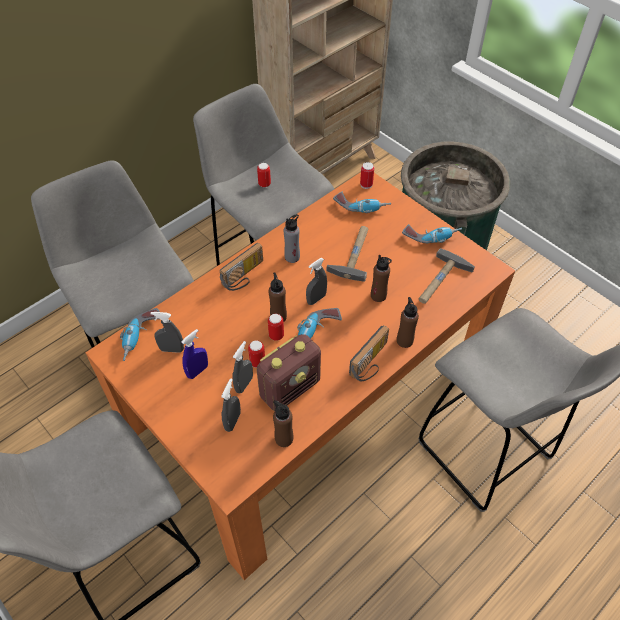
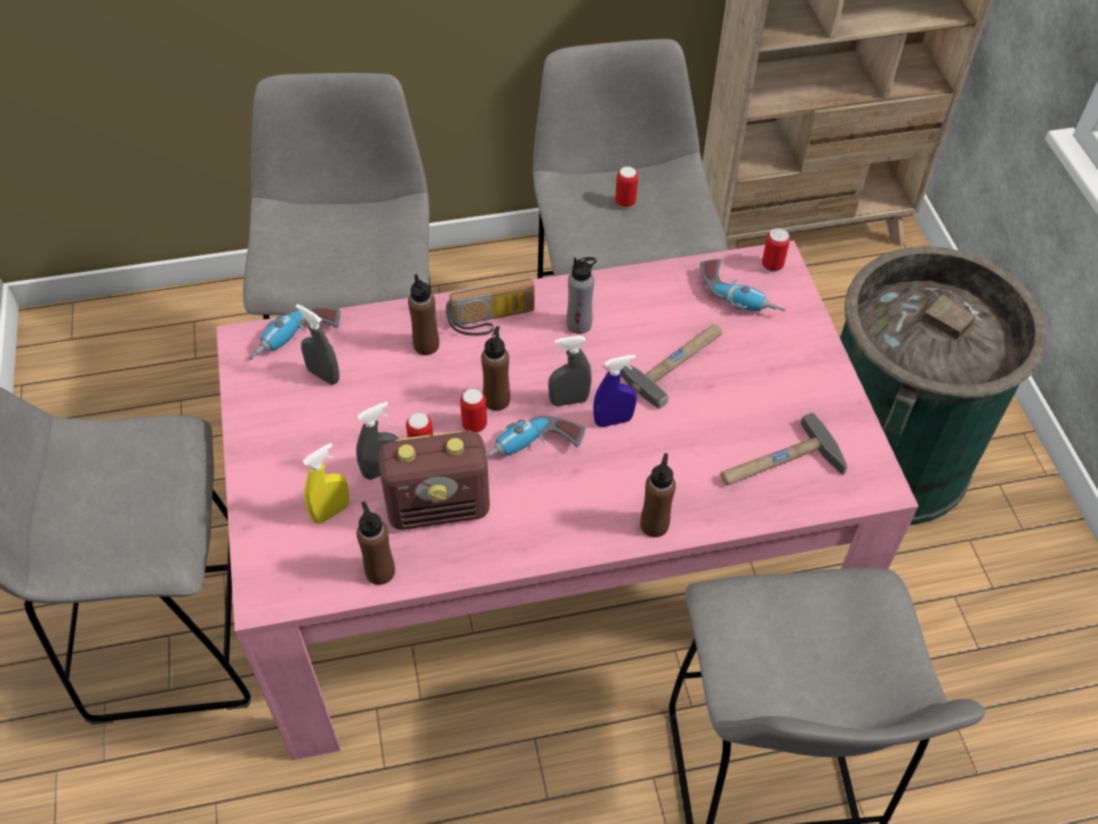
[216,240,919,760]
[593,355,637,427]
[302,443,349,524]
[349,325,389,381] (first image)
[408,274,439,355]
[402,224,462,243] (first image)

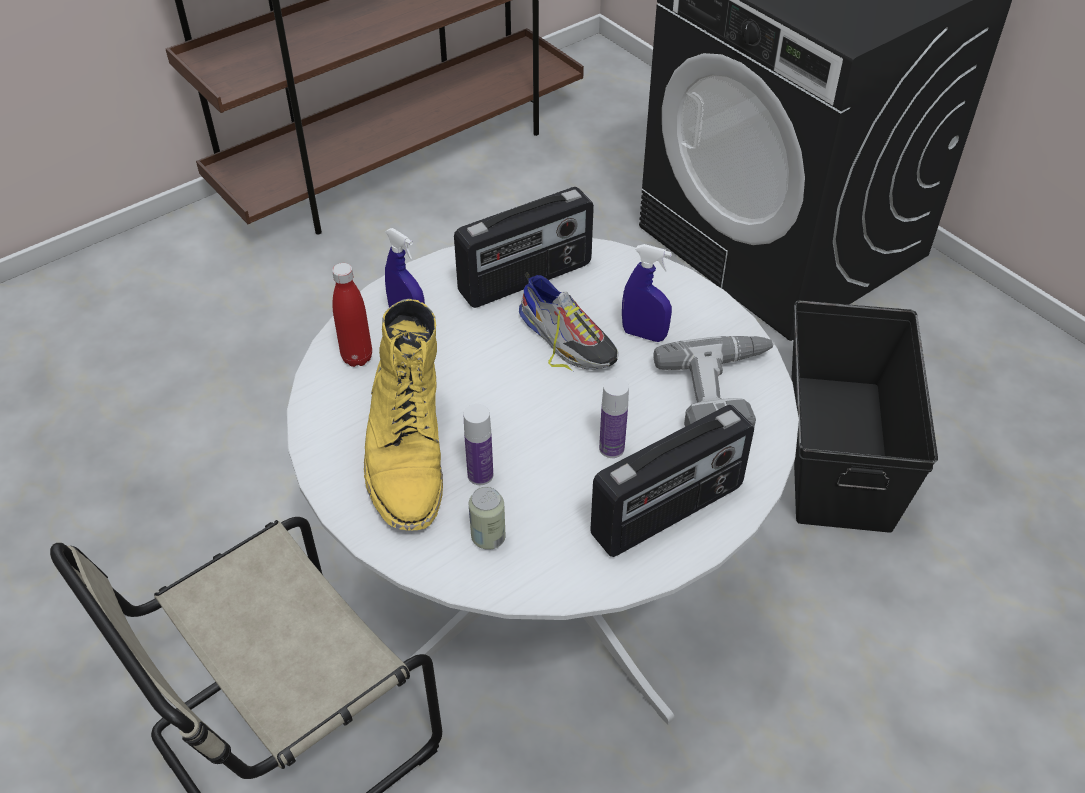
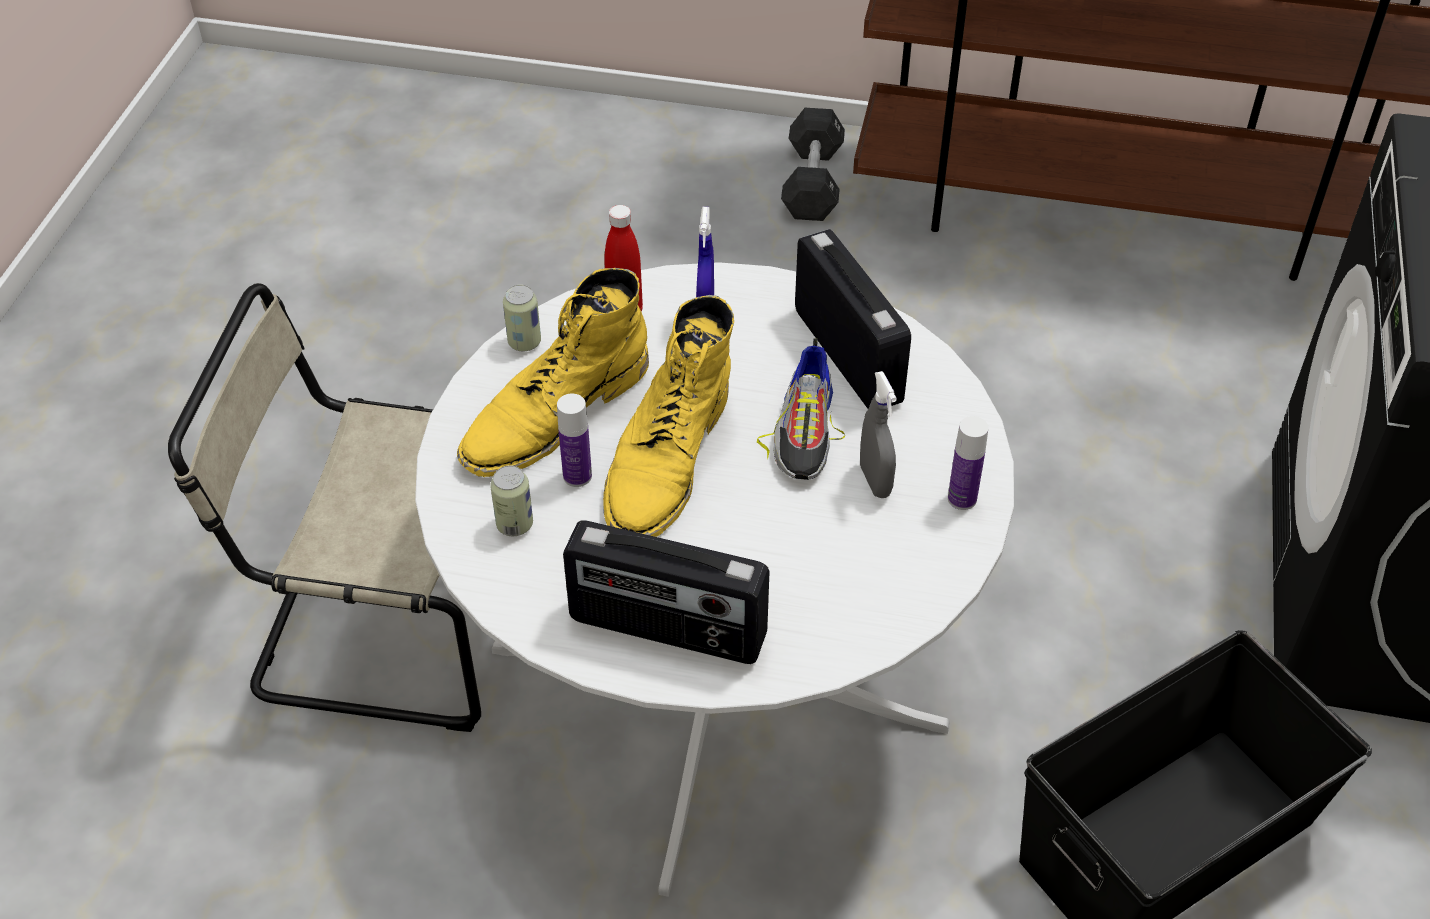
[795,229,911,409]
[948,416,989,510]
[860,371,897,498]
[653,336,775,427] (first image)
[503,285,541,351]
[603,295,734,537]
[781,108,845,221]

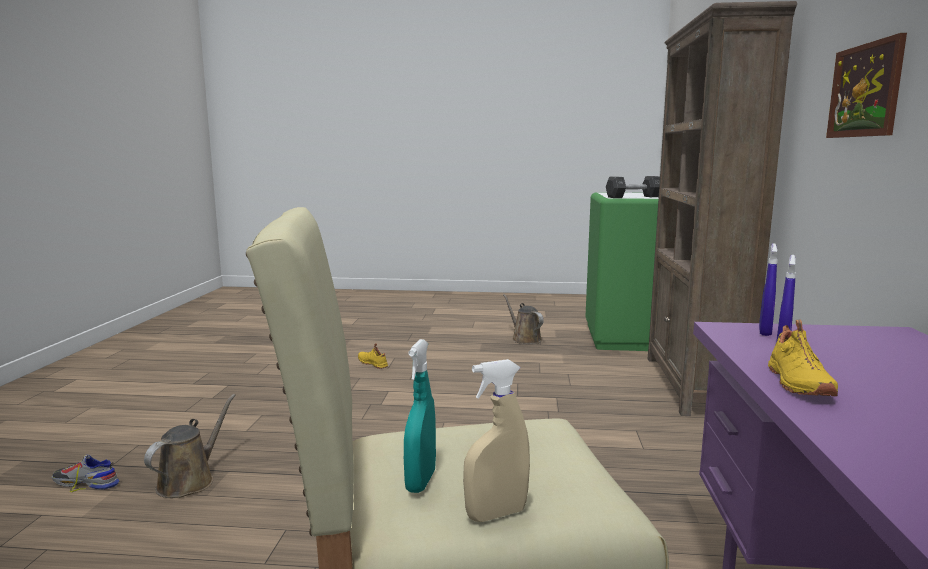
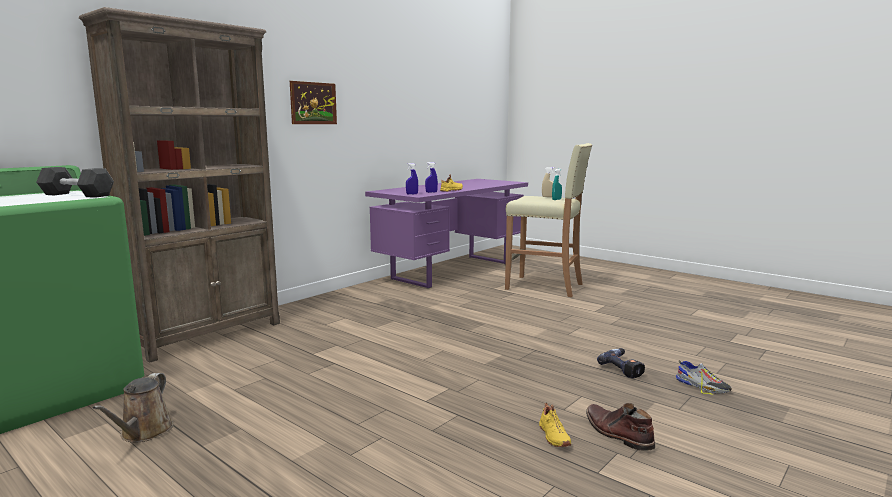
[597,348,645,379]
[539,403,571,447]
[586,403,655,451]

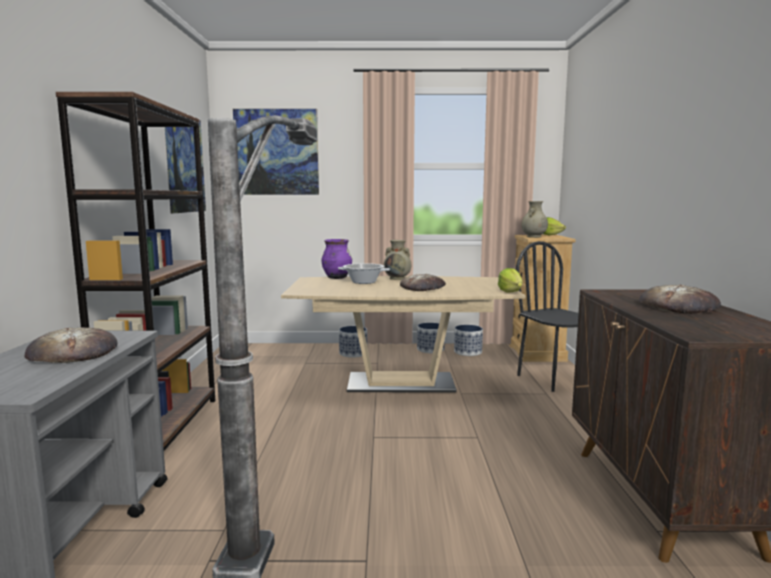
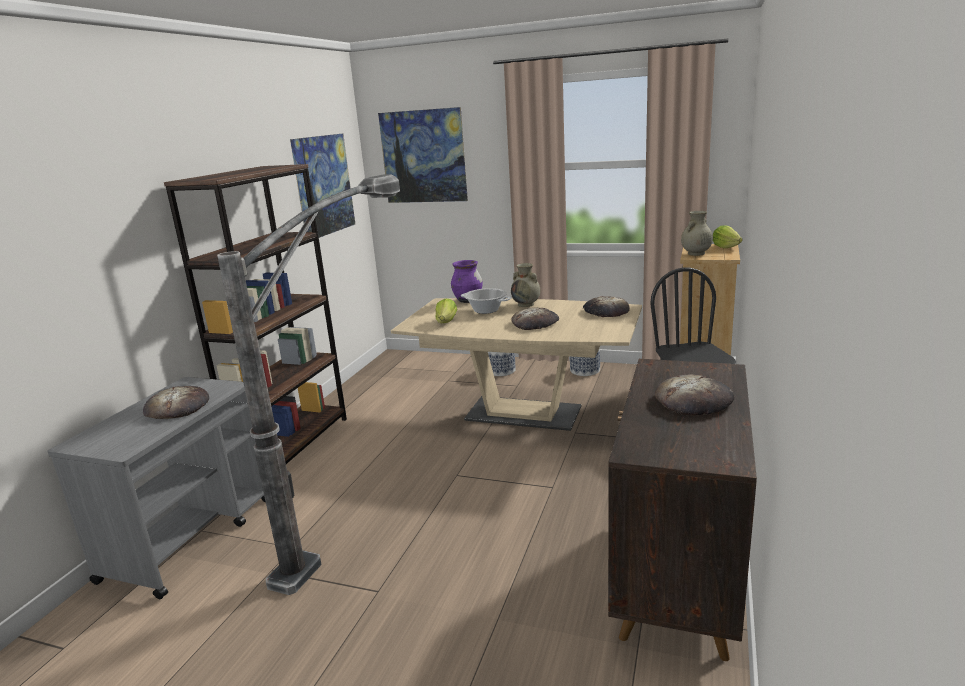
[454,325,483,356] (first image)
[436,299,457,323]
[583,296,630,317]

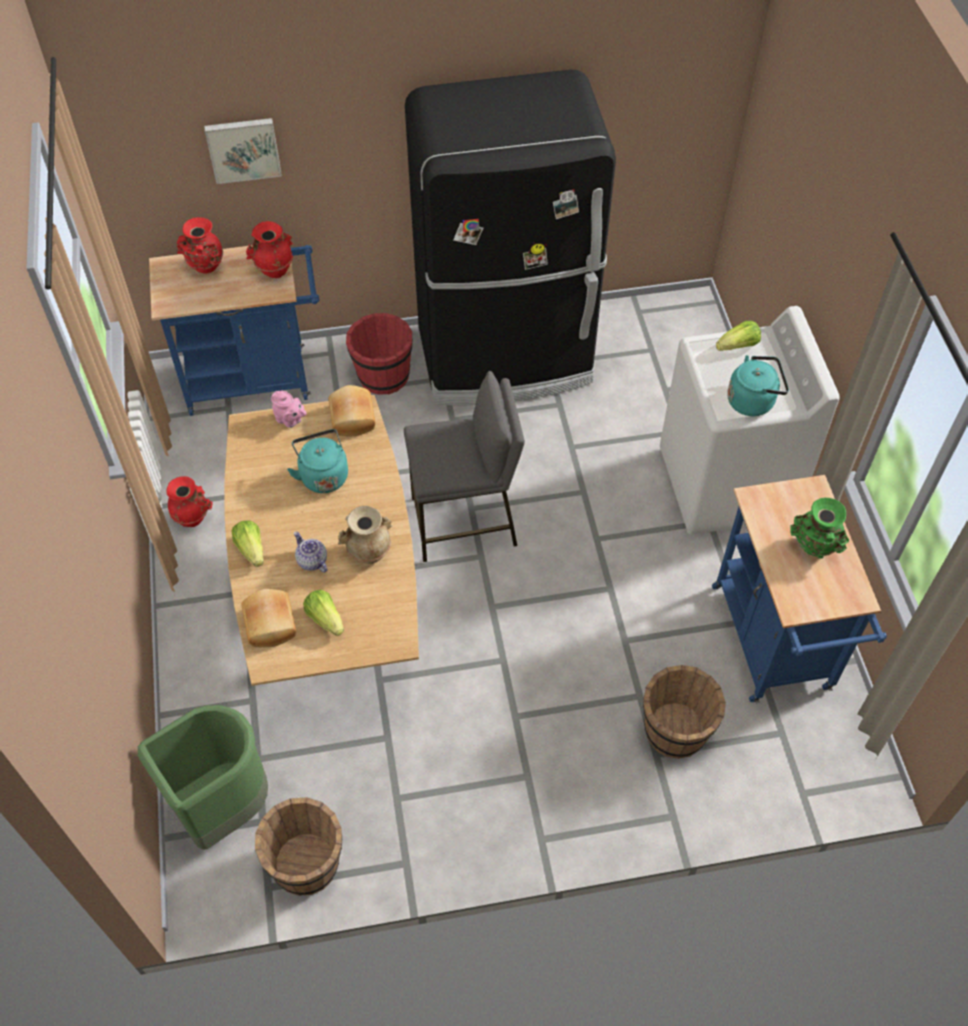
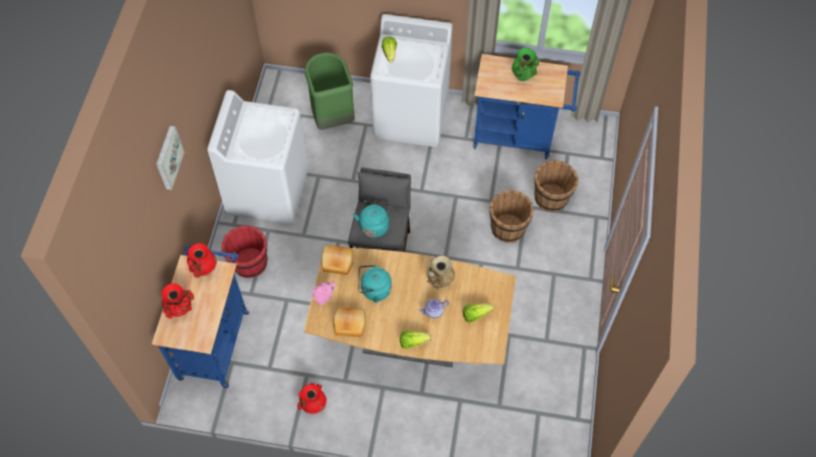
[305,52,355,130]
[156,126,184,190]
[334,307,366,337]
[489,190,534,243]
[207,90,309,224]
[353,200,391,238]

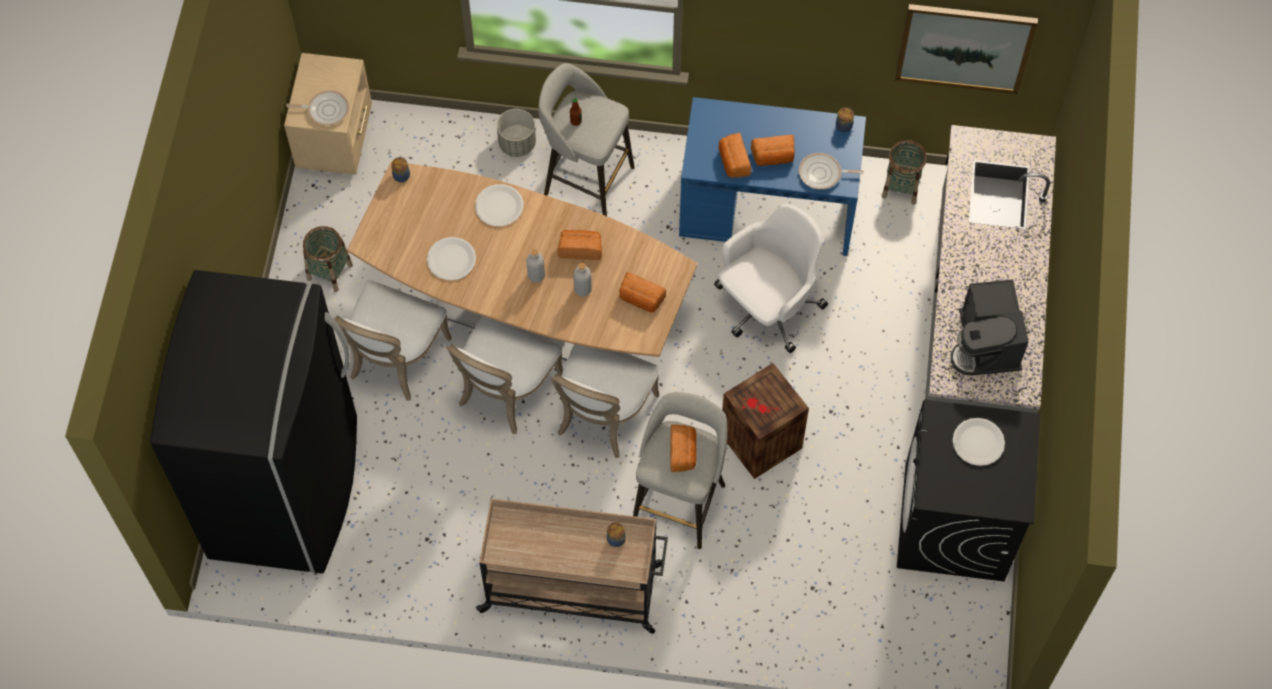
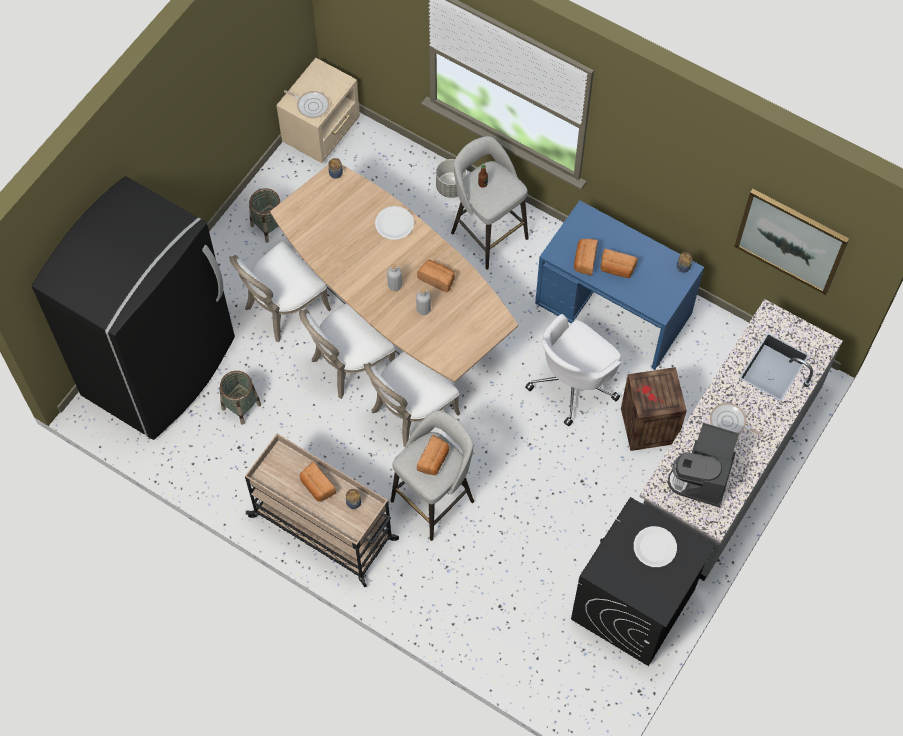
[427,237,476,281] (first image)
[300,462,336,502]
[525,314,621,427]
[621,367,687,451]
[710,403,763,436]
[219,371,261,425]

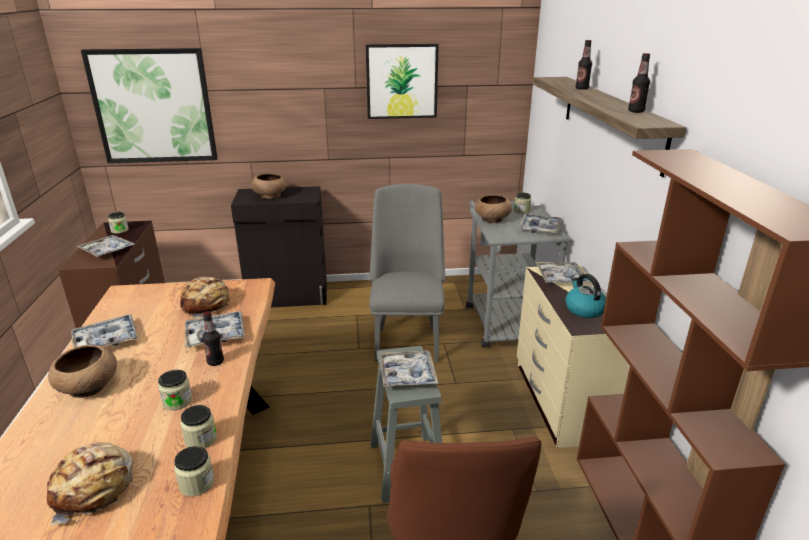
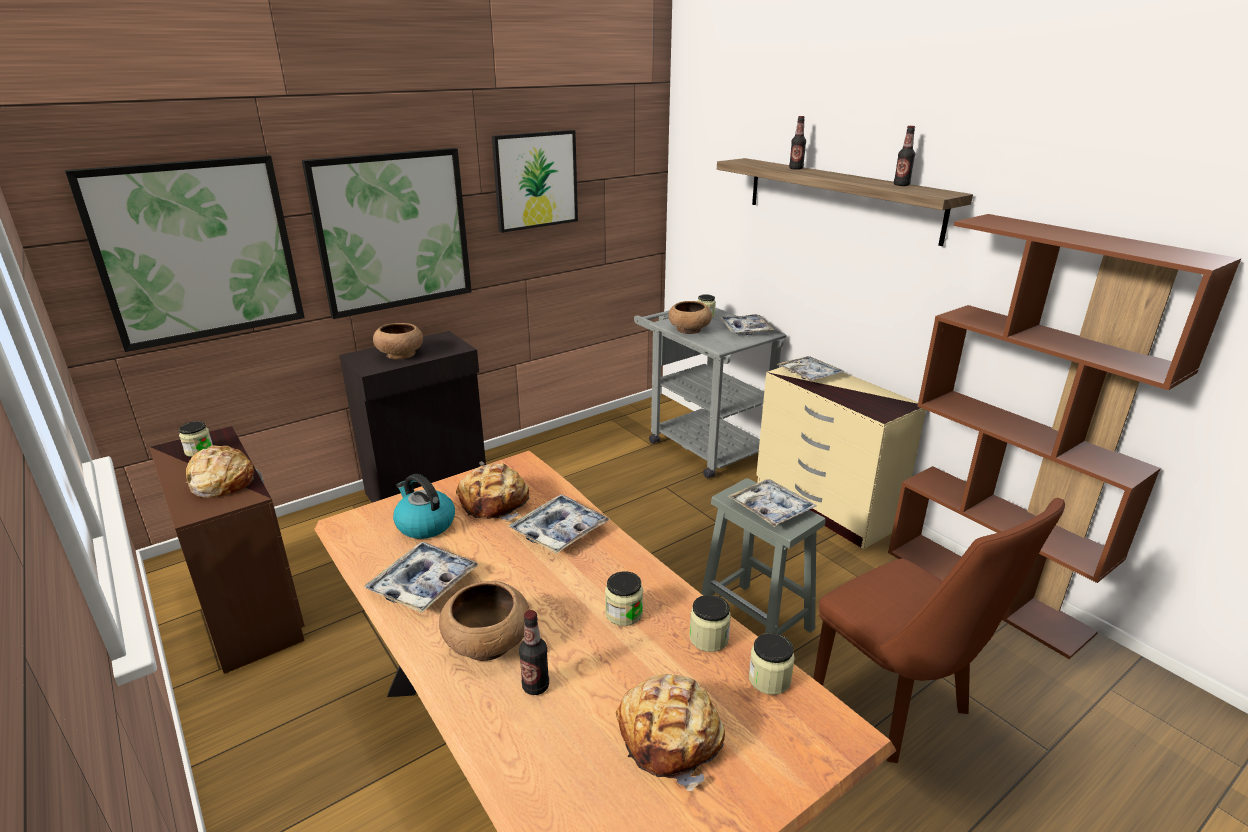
[186,445,254,498]
[519,610,549,695]
[369,184,446,362] (first image)
[393,474,455,539]
[302,148,472,319]

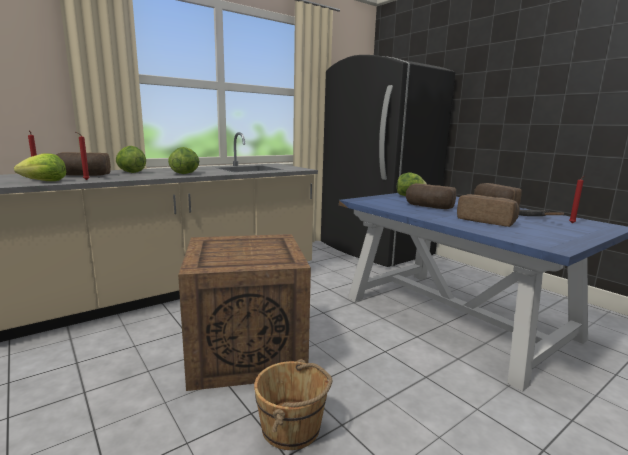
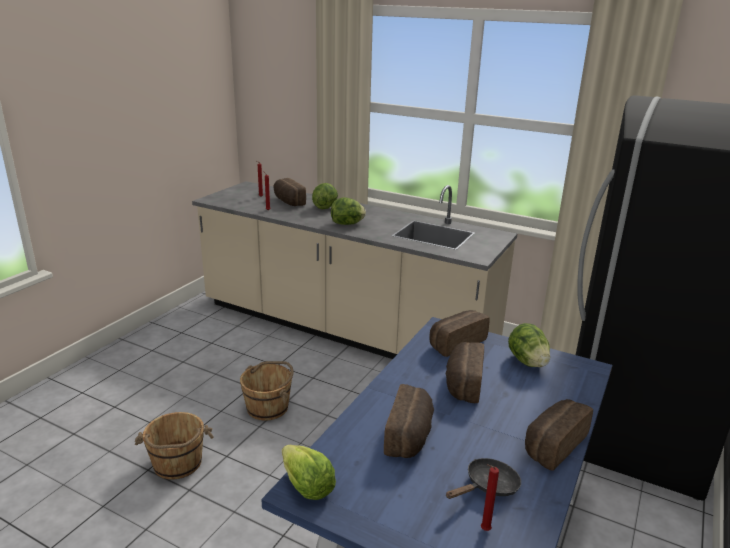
[282,445,336,500]
[240,361,294,421]
[429,310,489,357]

